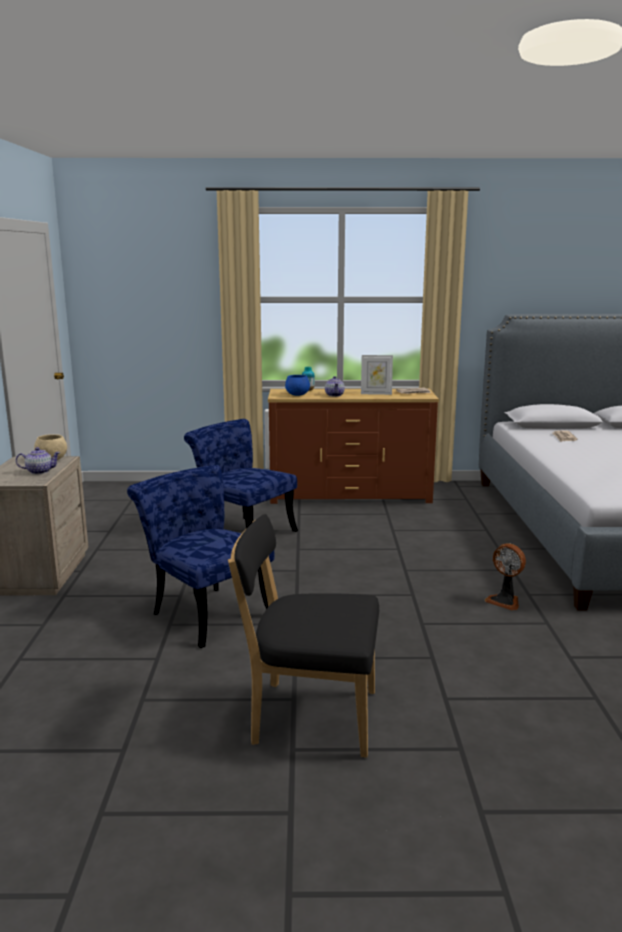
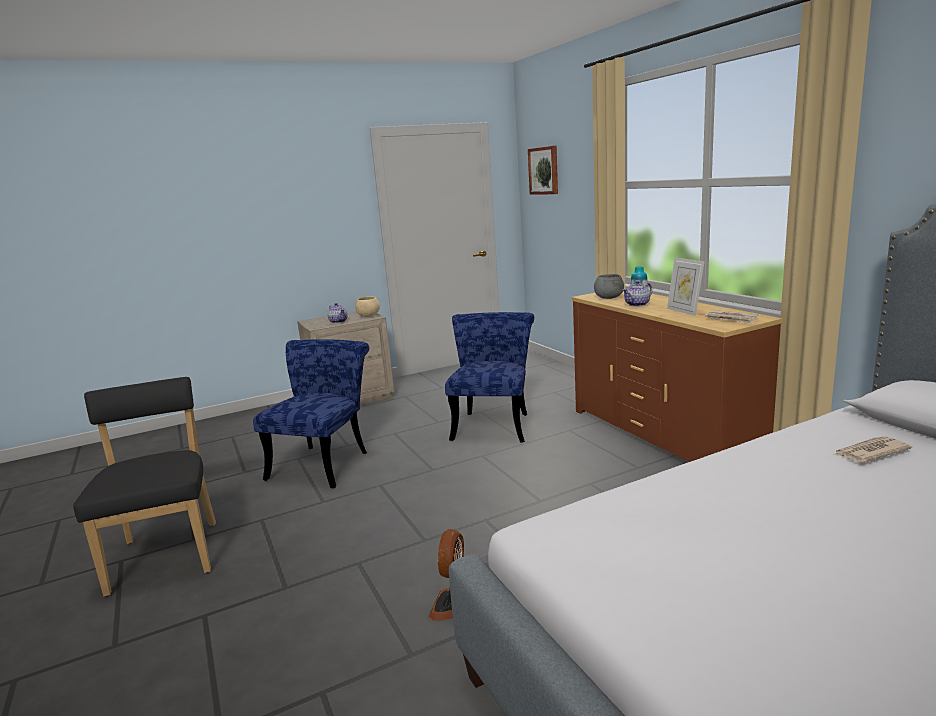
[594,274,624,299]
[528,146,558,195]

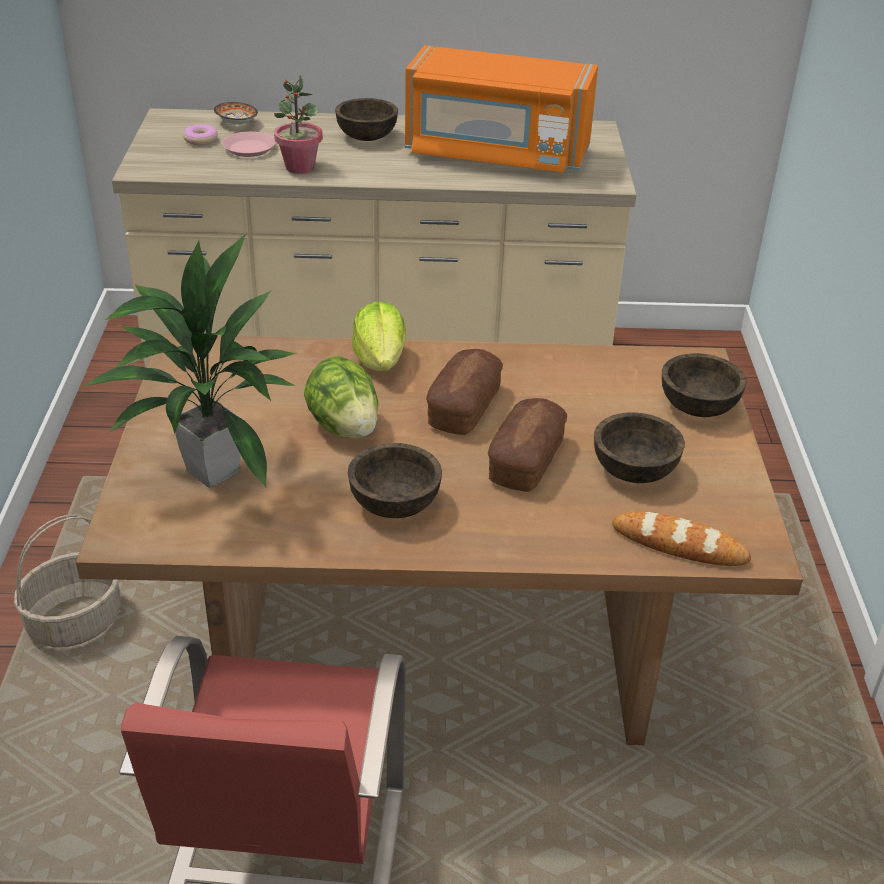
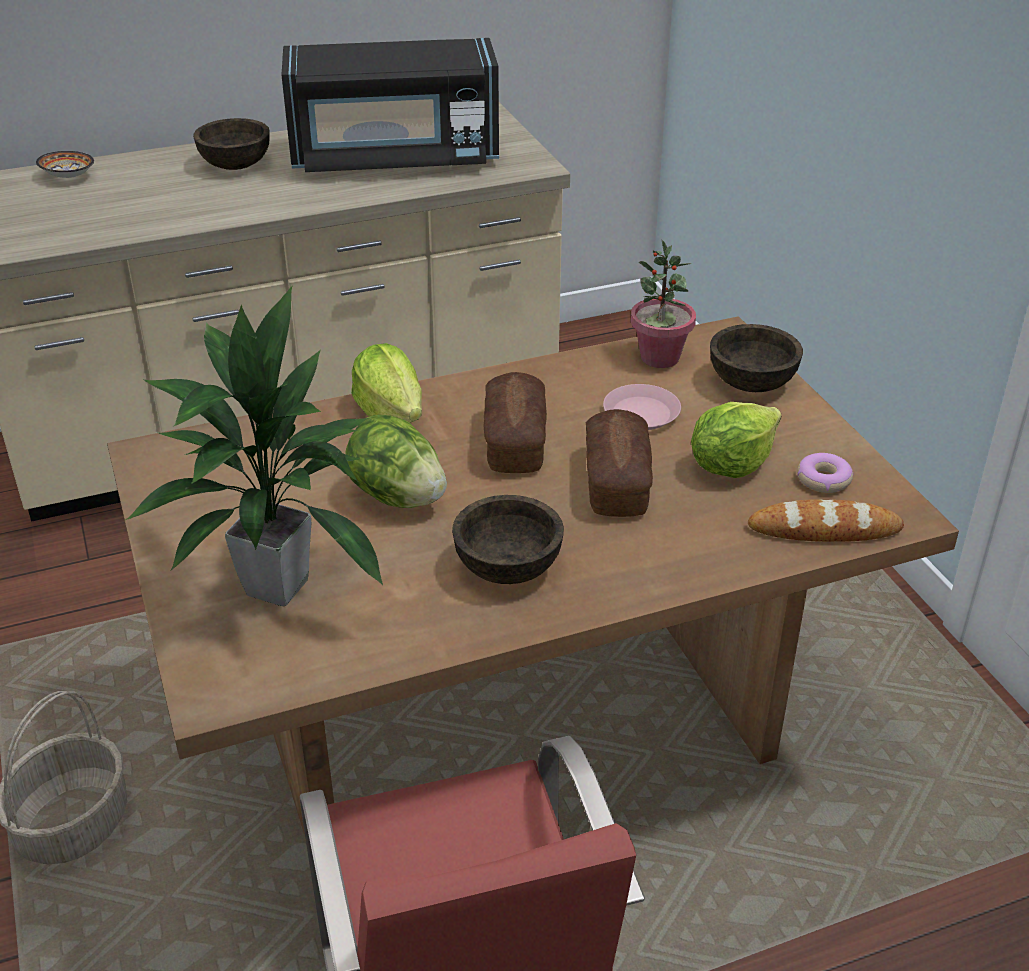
[797,453,853,493]
[603,384,681,430]
[631,240,696,368]
[282,38,499,172]
[691,402,782,478]

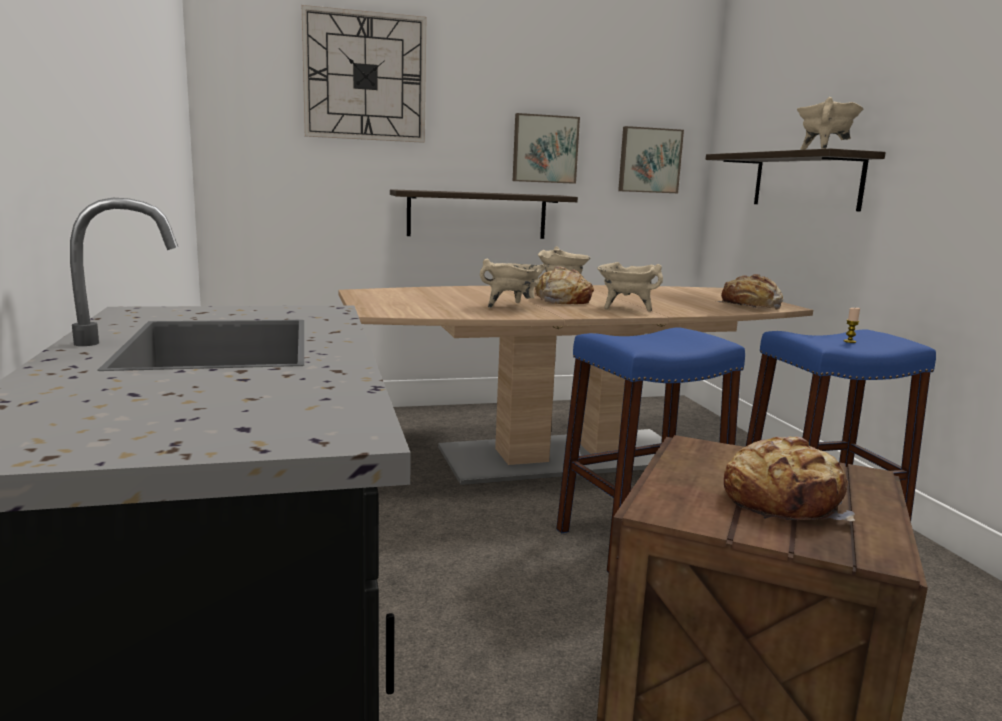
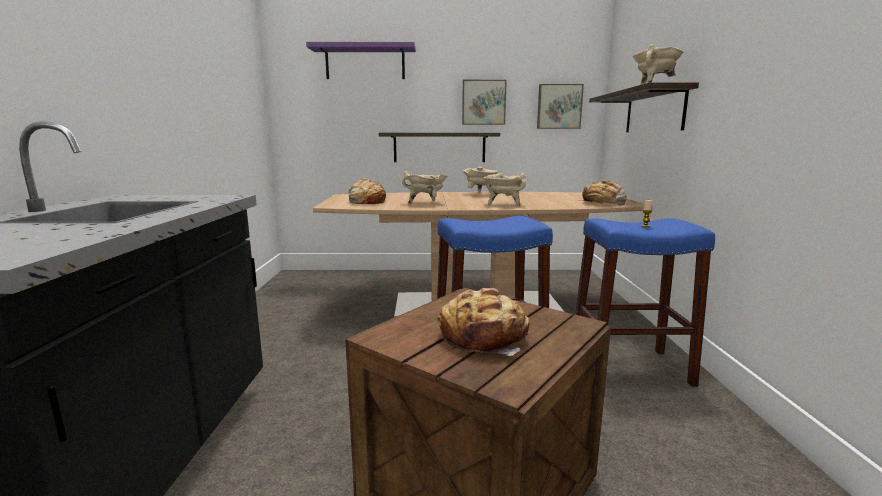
[306,42,416,79]
[349,178,386,204]

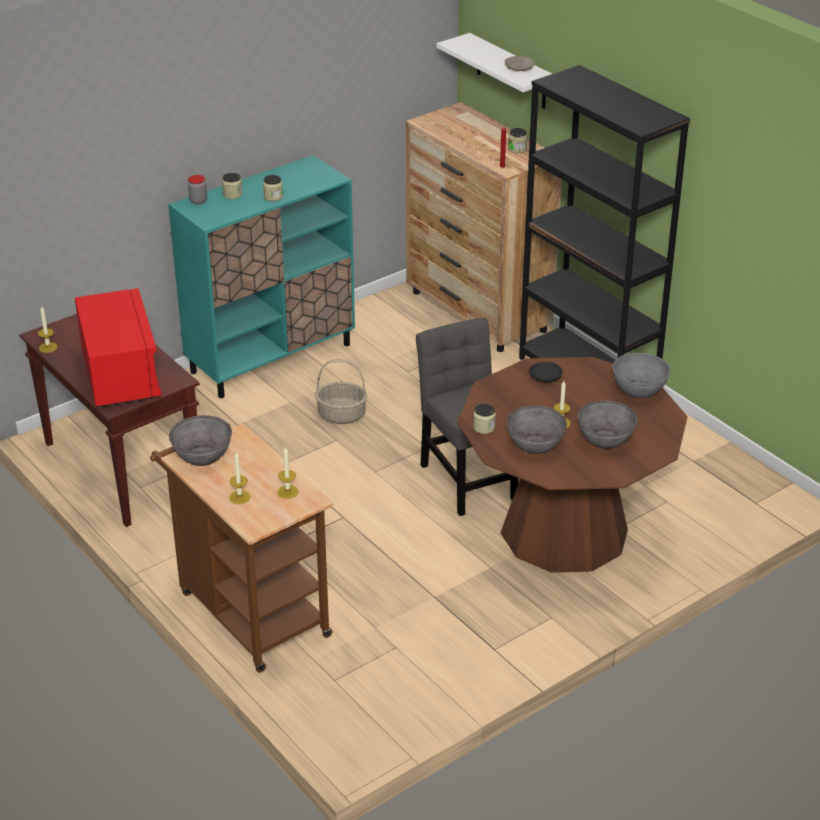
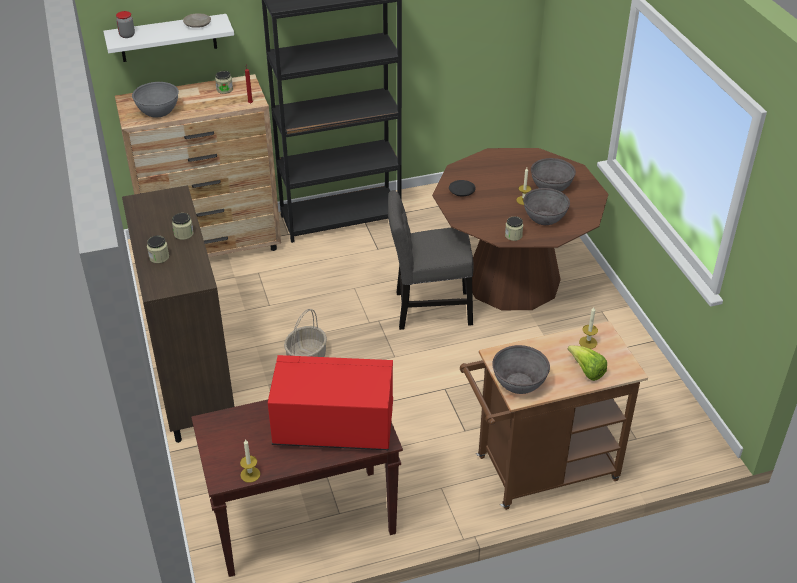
[122,185,234,443]
[116,11,135,38]
[568,345,607,381]
[132,82,179,118]

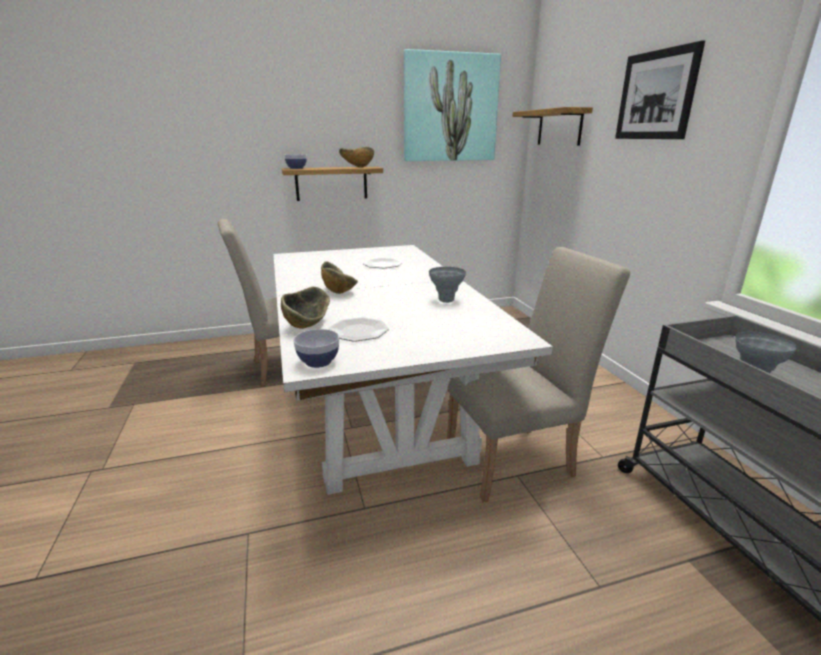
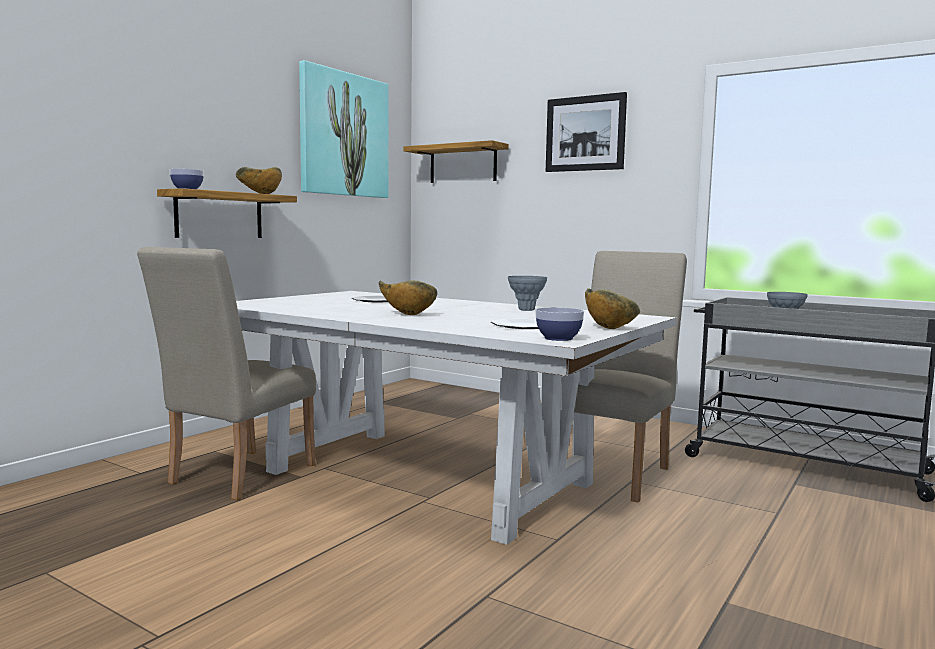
[585,288,640,329]

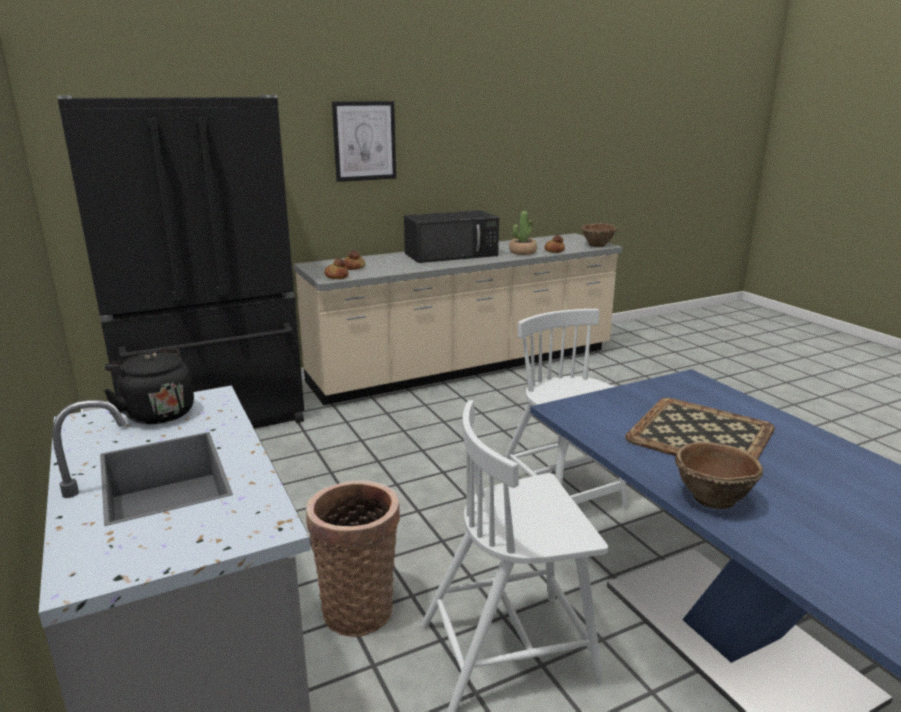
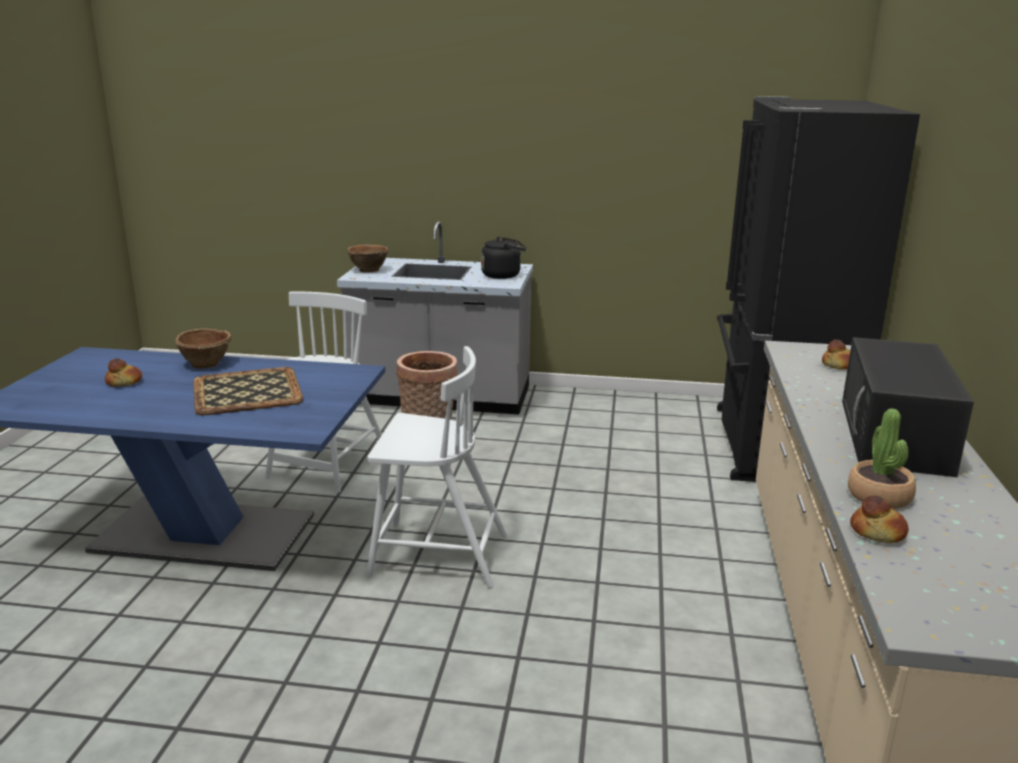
[105,358,142,387]
[332,101,396,182] (first image)
[347,245,389,272]

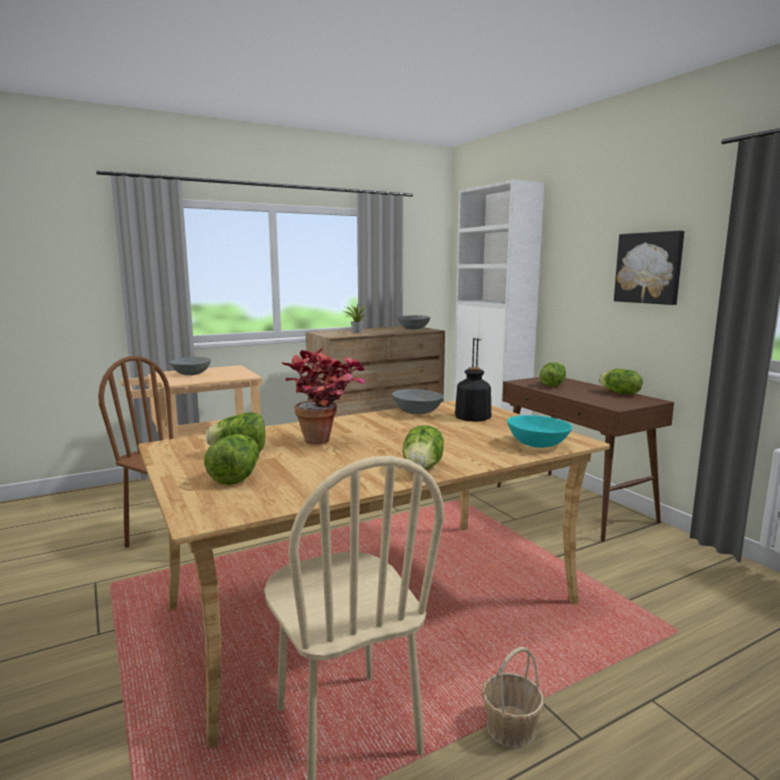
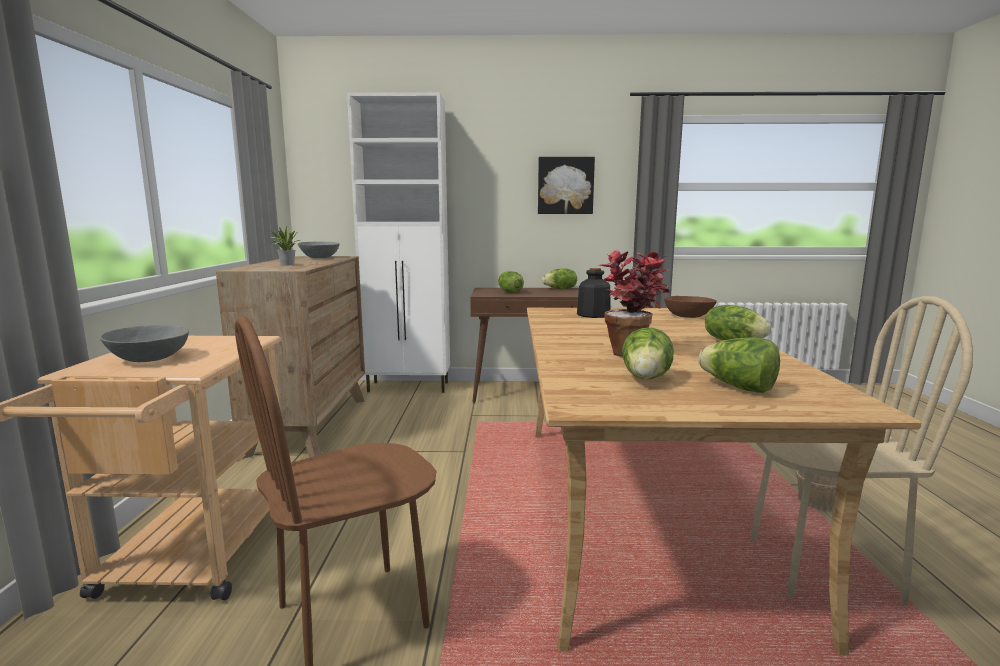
[392,389,444,414] (first image)
[664,296,717,318]

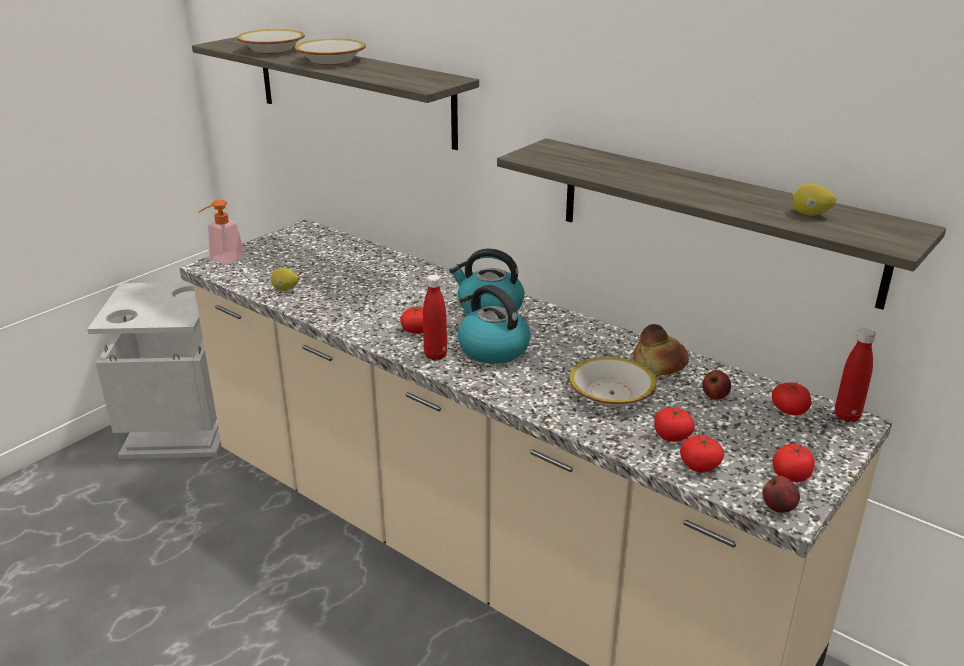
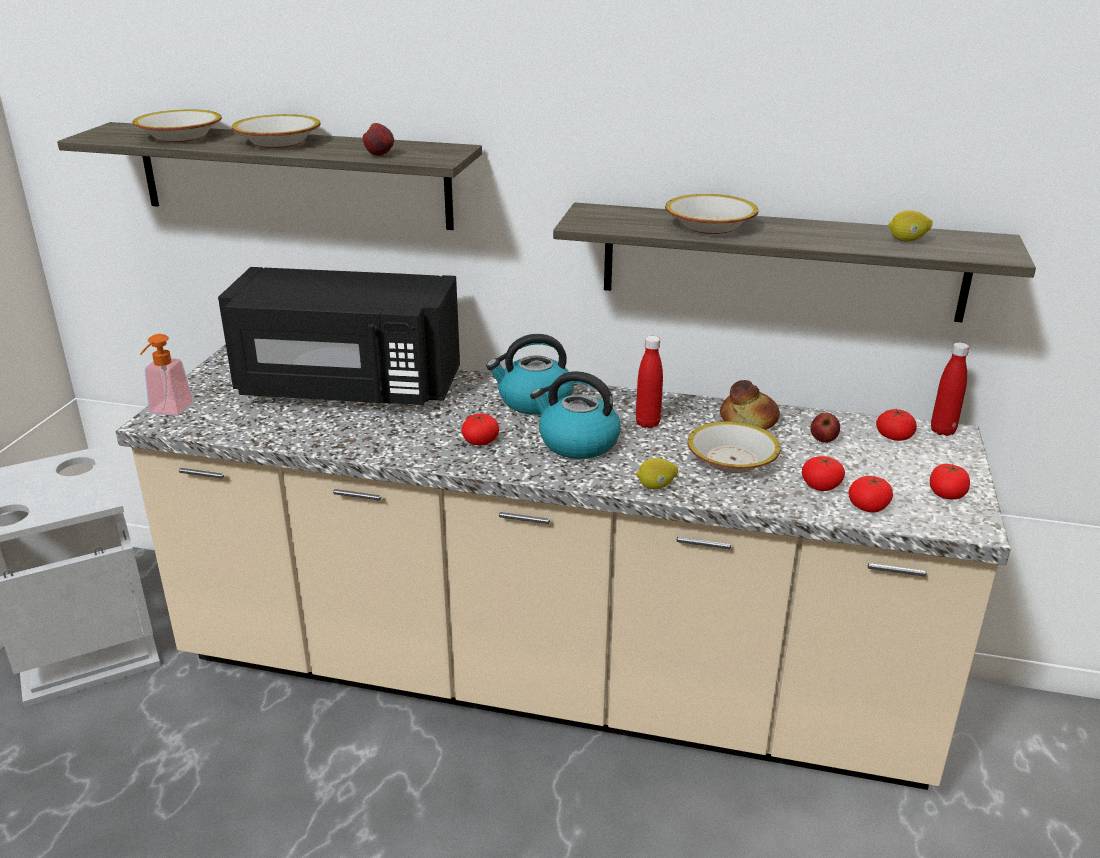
[636,458,678,489]
[636,336,663,428]
[363,123,394,156]
[218,267,460,405]
[665,194,759,234]

